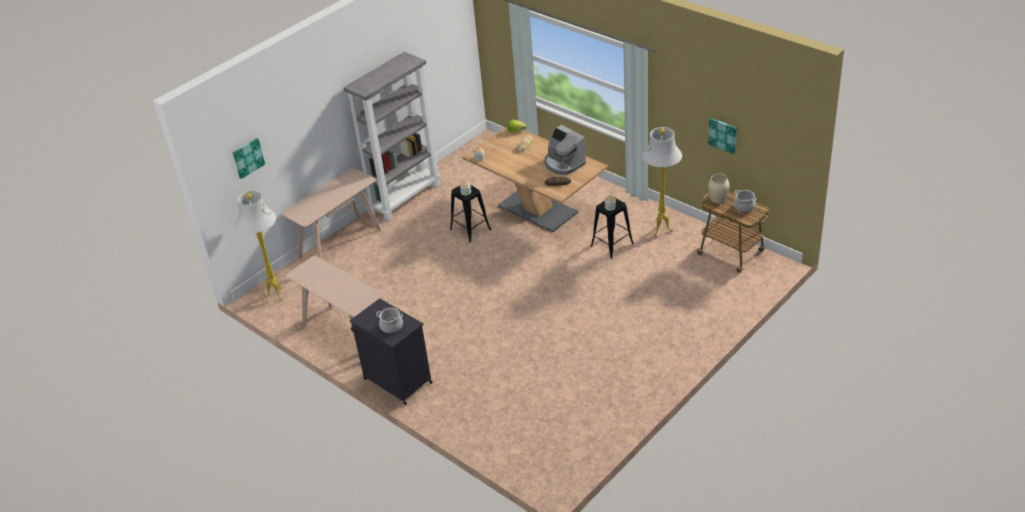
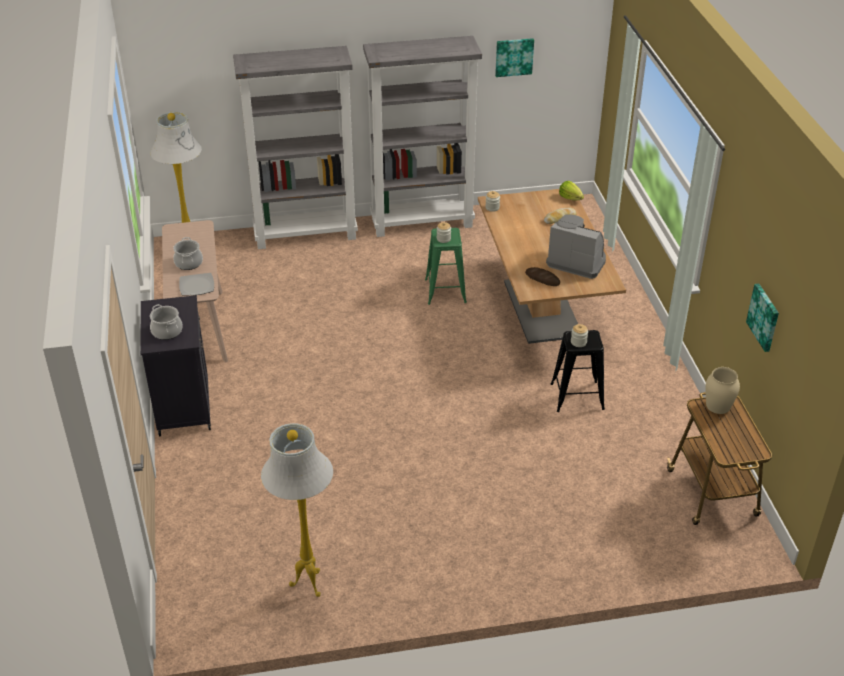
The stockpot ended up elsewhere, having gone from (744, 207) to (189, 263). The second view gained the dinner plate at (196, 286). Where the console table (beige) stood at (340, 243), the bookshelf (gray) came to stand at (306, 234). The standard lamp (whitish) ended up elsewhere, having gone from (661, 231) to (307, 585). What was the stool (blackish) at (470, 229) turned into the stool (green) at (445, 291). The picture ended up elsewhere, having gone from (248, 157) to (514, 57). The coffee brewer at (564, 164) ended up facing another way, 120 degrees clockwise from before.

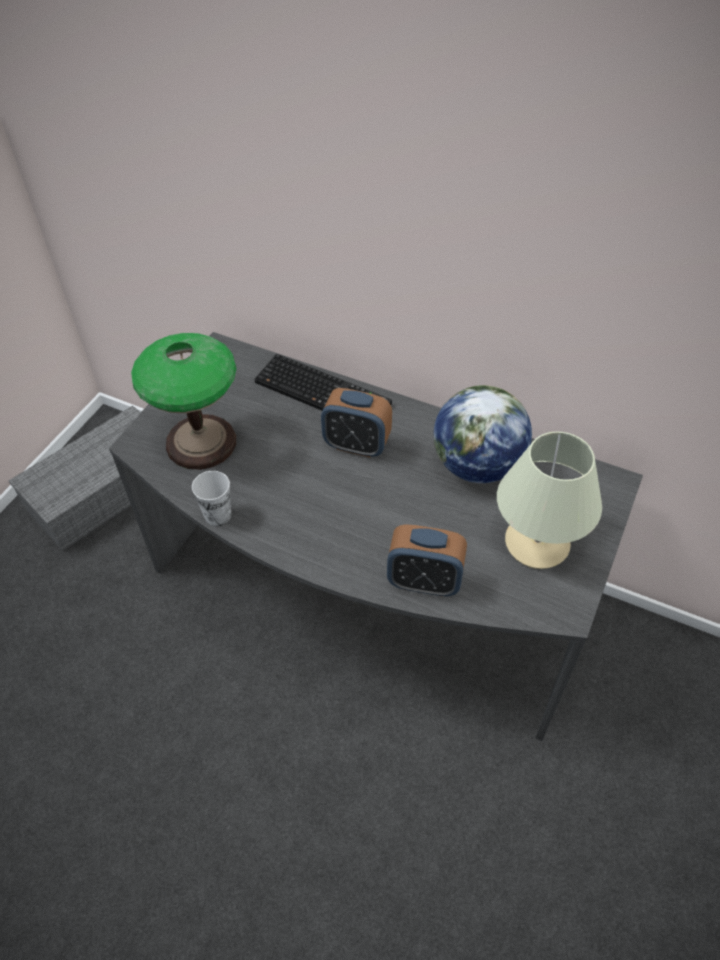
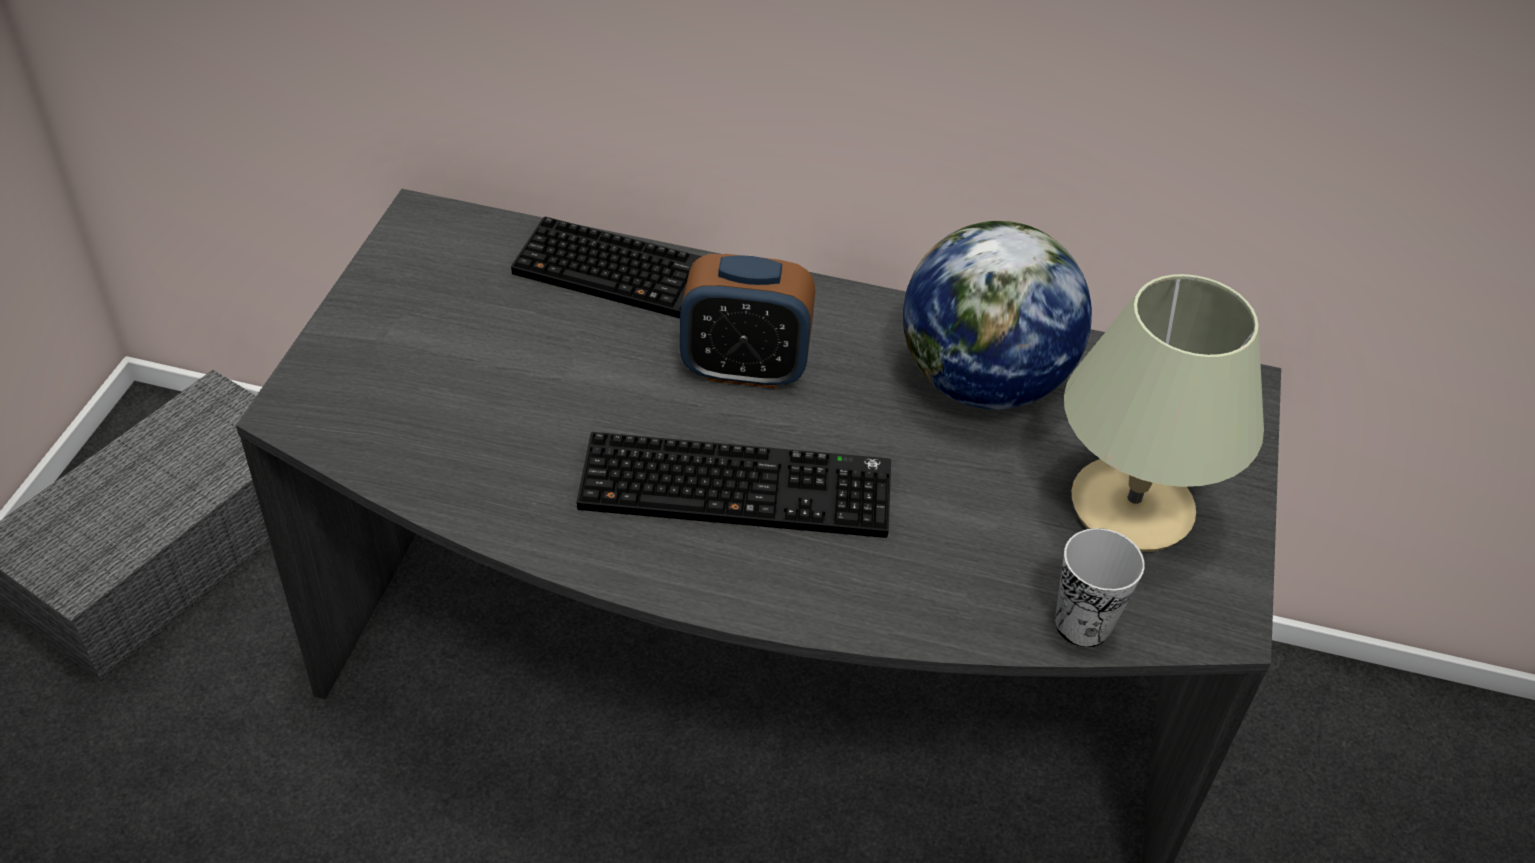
The second view gained the PC keyboard at (740, 485). The small cup ended up elsewhere, having gone from (218, 515) to (1082, 624). The second view lost the tabletop lamp at (200, 443). The second view lost the table clock at (424, 581).

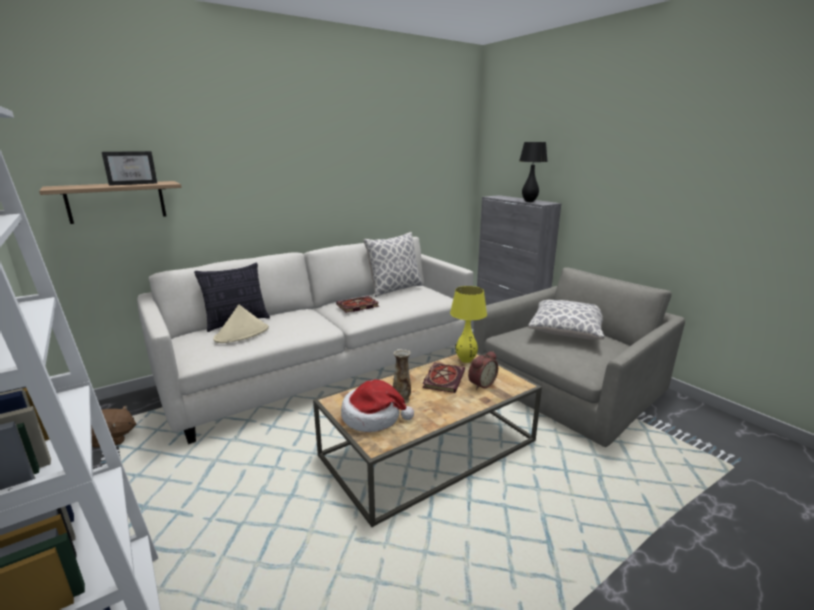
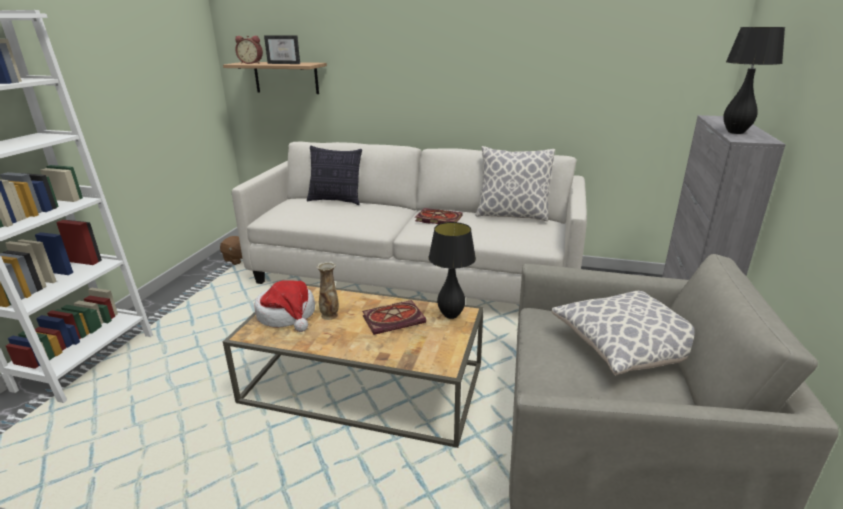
The table clock ended up elsewhere, having gone from (480, 384) to (251, 63). What was the tabletop lamp (yellow) at (466, 360) turned into the tabletop lamp (blackish) at (450, 315). The second view lost the clothing hat (beige) at (242, 334).

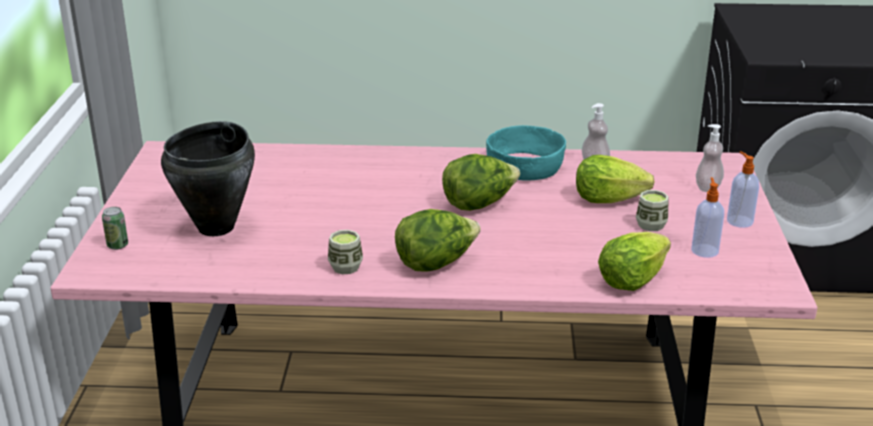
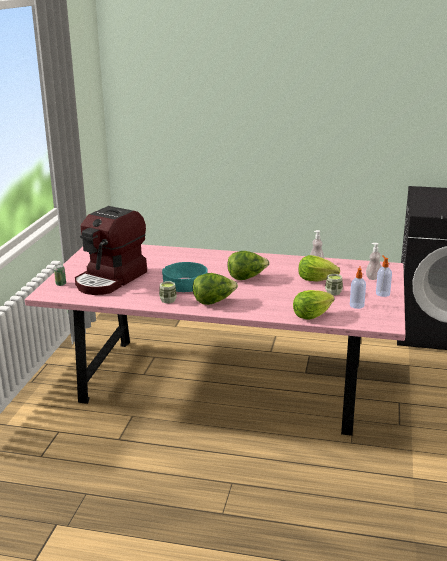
Where the stockpot (blackish) stood at (217, 227), the coffee brewer came to stand at (111, 279). The serving bowl (turquoise-coloured) ended up elsewhere, having gone from (526, 167) to (185, 285).

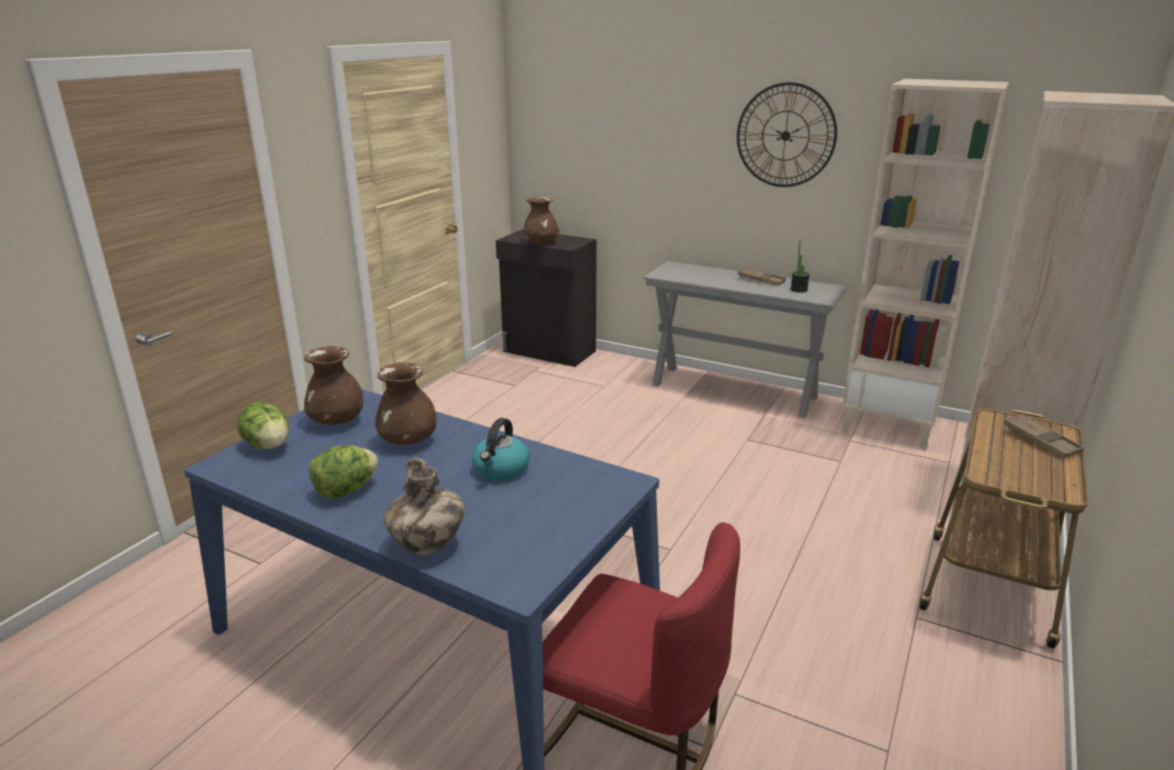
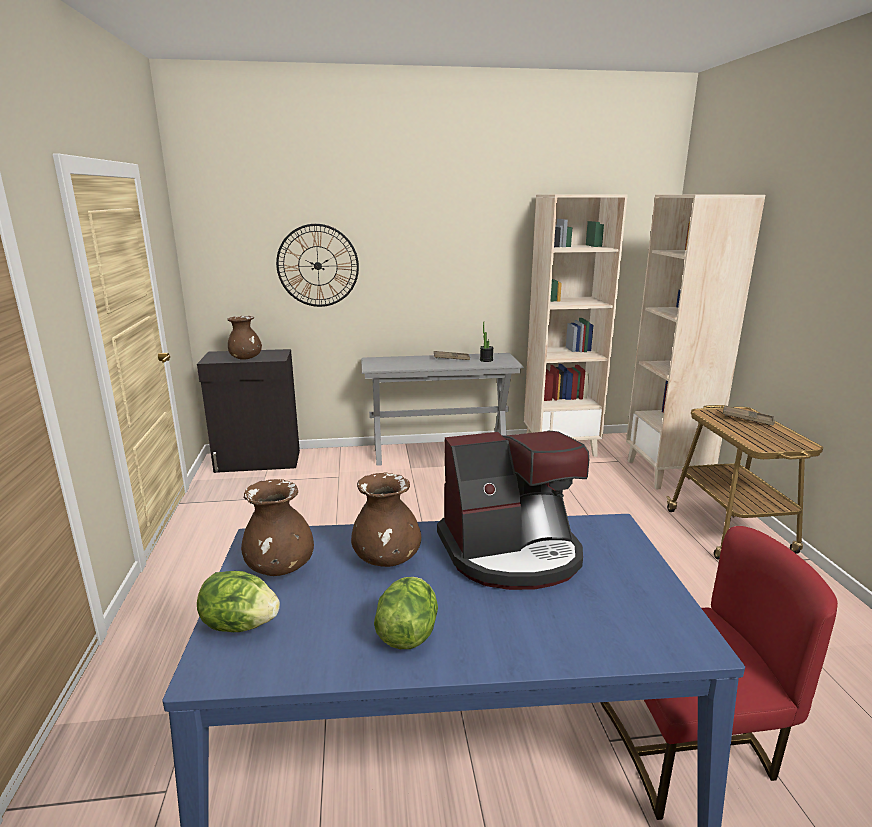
The hanging clock ended up elsewhere, having gone from (785, 135) to (318, 266). Where the tea kettle stood at (501, 470), the coffee brewer came to stand at (512, 553). The second view lost the flower vase at (427, 545).

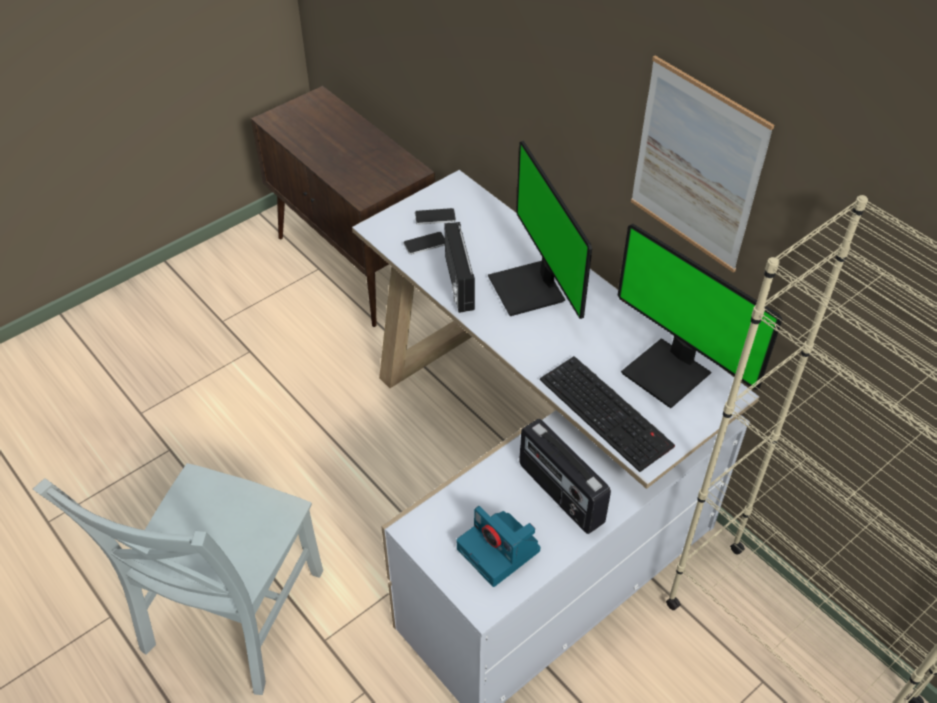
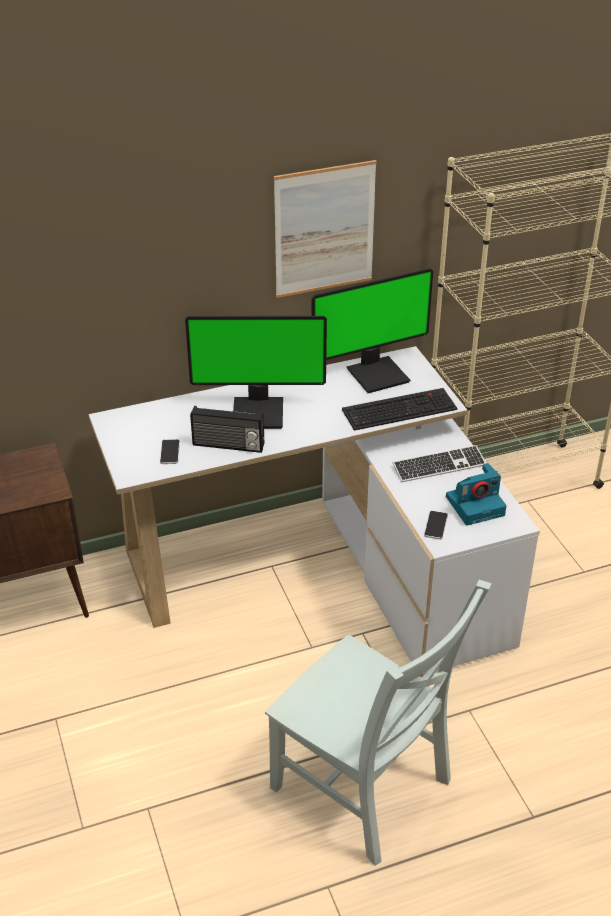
Where the radio stood at (559, 494), the PC keyboard came to stand at (439, 466). The handset ended up elsewhere, having gone from (435, 217) to (436, 525).

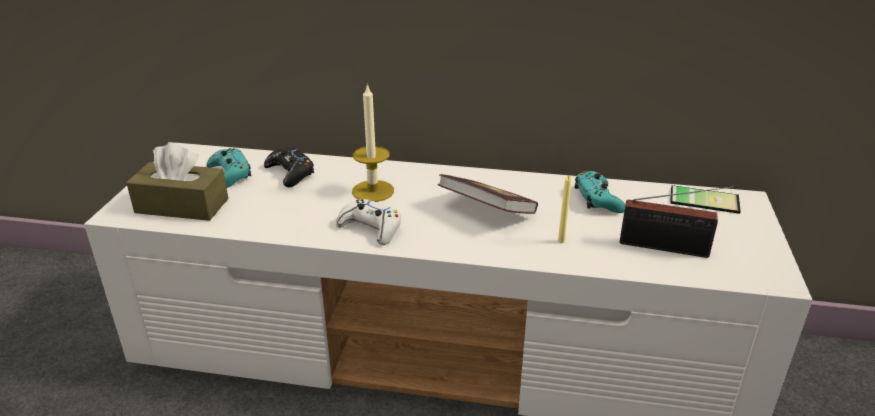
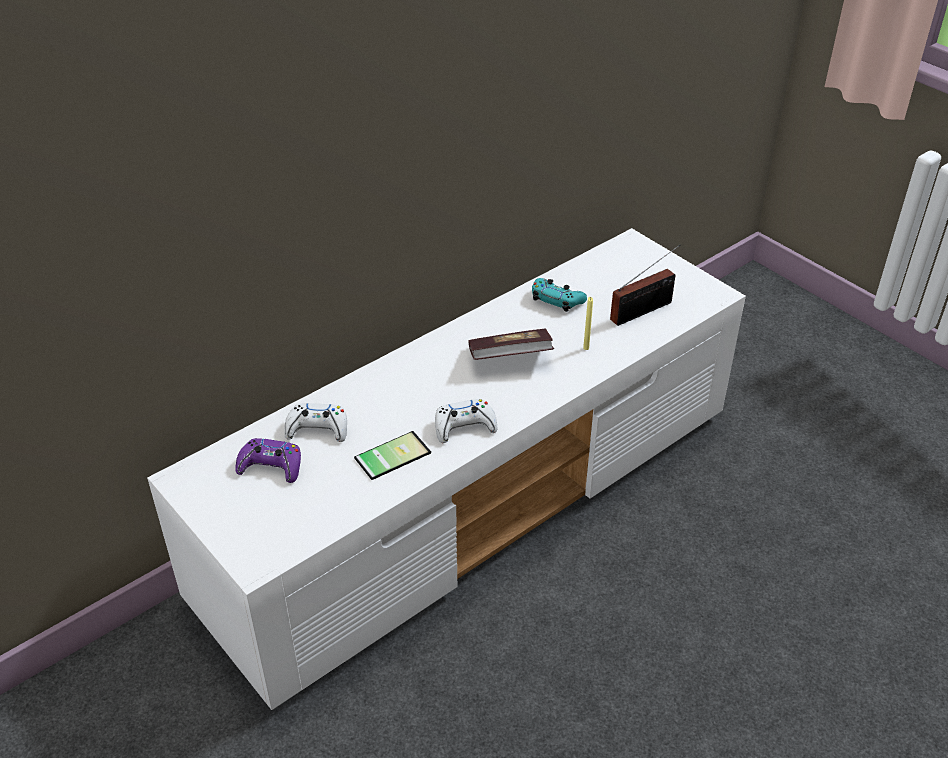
What was the game controller (turquoise-coloured) at (230, 174) turned into the game controller (purple-coloured) at (271, 466). What was the game controller (blackish) at (290, 173) turned into the game controller (whitish) at (317, 429). The handset ended up elsewhere, having gone from (704, 198) to (390, 453). The second view lost the tissue box (brown) at (182, 206). The second view lost the wax light at (373, 191).

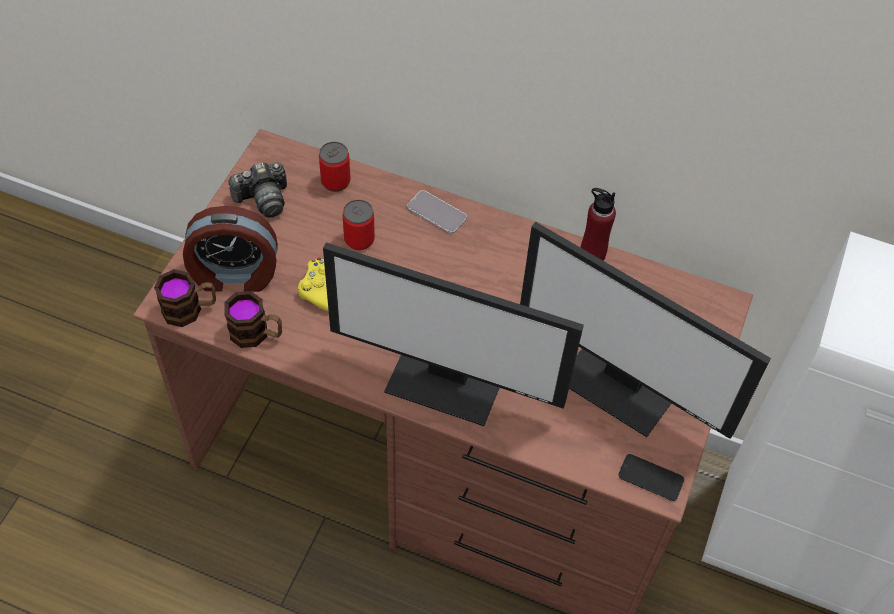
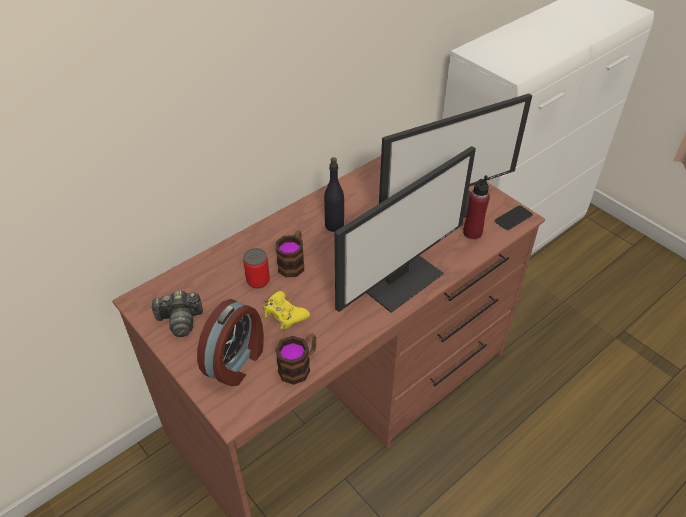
The still camera at (263, 199) ended up facing another way, 75 degrees clockwise from before. The tea mug ended up elsewhere, having gone from (190, 309) to (293, 263). The second view gained the bottle (blackish) at (334, 225). The bottle (red-coloured) ended up elsewhere, having gone from (592, 254) to (472, 233). The second view lost the can at (335, 181). The second view lost the handset at (436, 213).

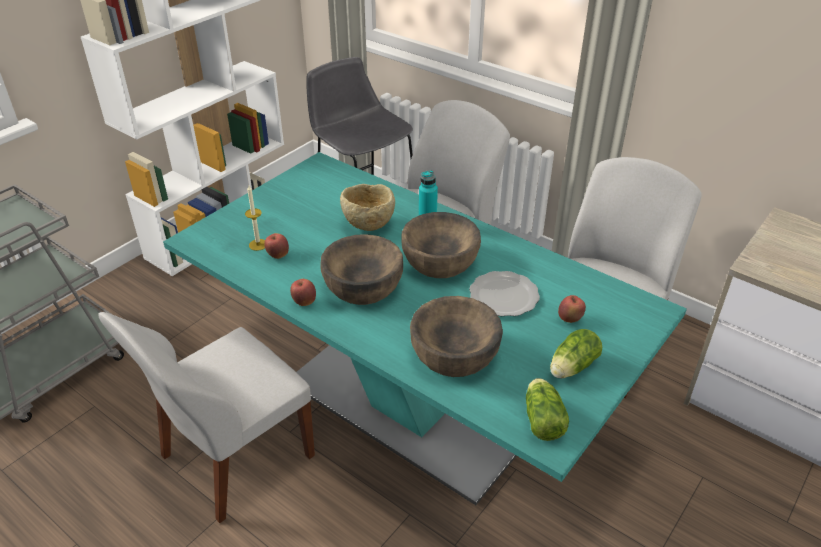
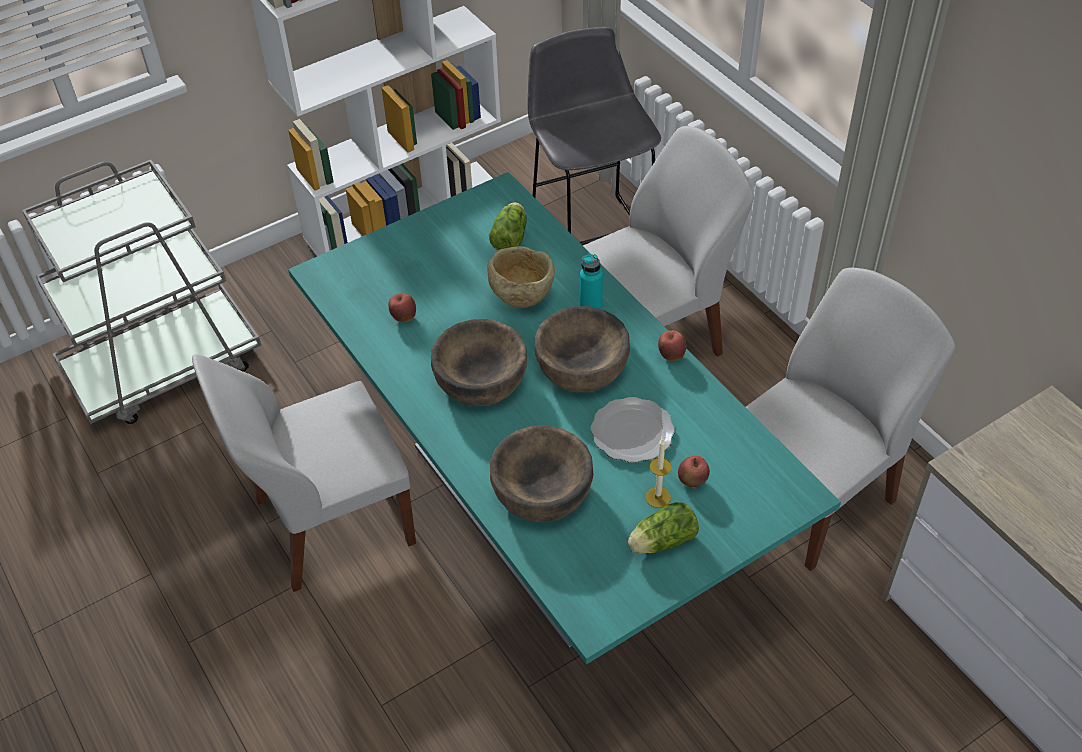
The lettuce ended up elsewhere, having gone from (542, 418) to (510, 236). The wax light ended up elsewhere, having gone from (258, 244) to (658, 497). The whole apple ended up elsewhere, having gone from (304, 302) to (671, 355).

